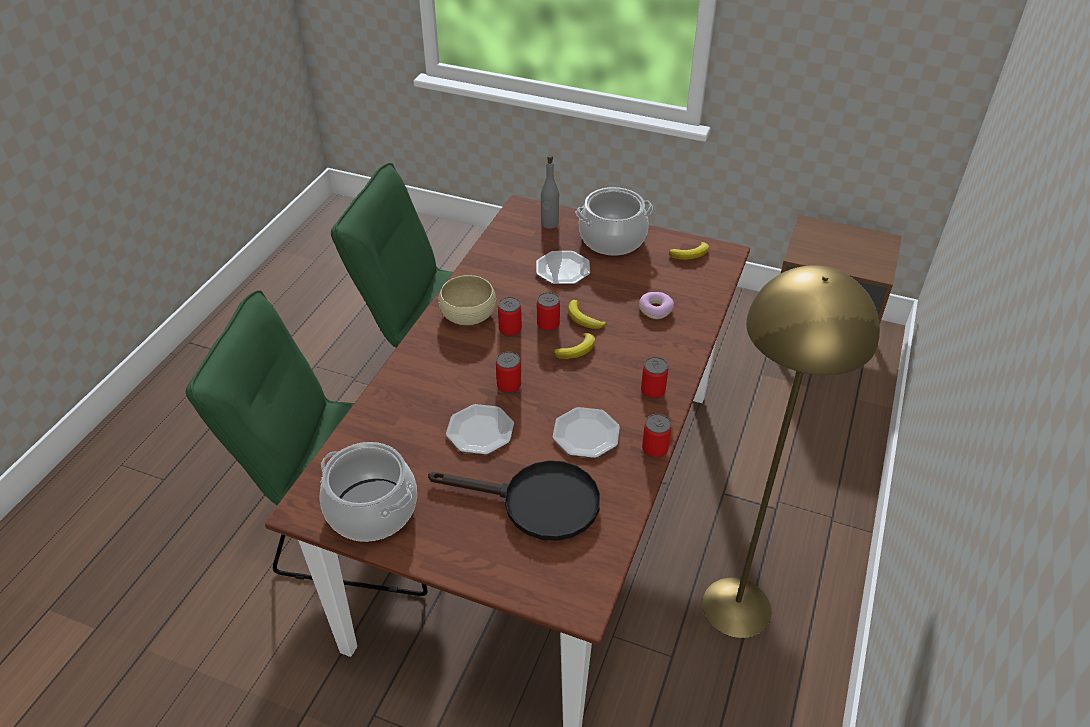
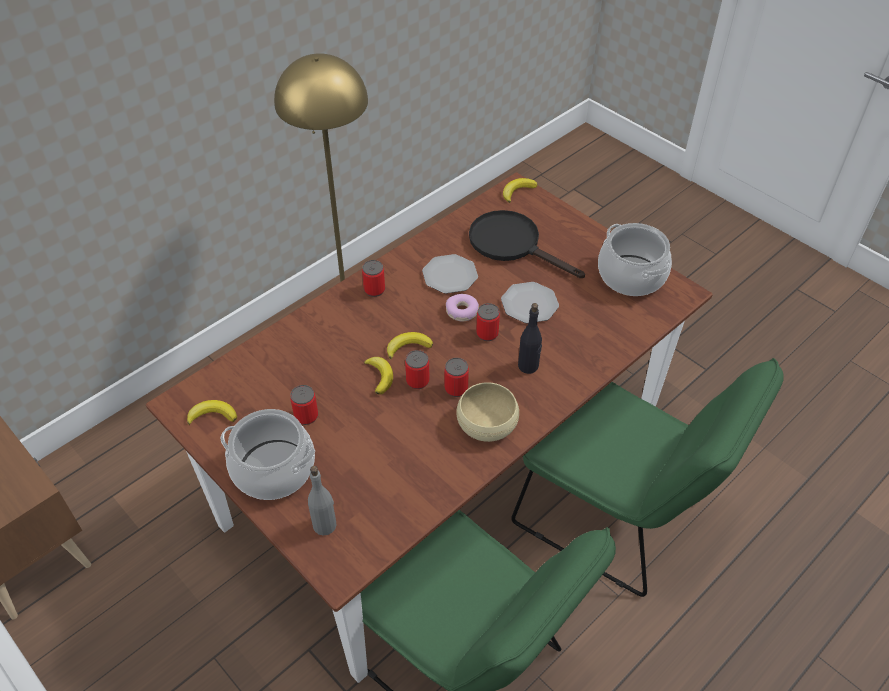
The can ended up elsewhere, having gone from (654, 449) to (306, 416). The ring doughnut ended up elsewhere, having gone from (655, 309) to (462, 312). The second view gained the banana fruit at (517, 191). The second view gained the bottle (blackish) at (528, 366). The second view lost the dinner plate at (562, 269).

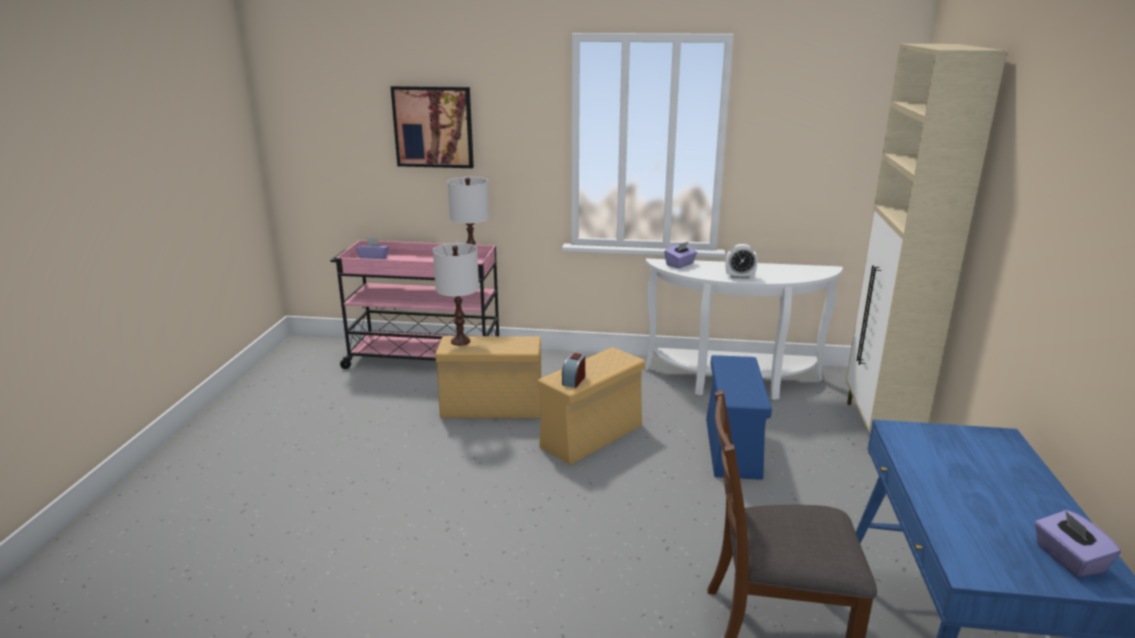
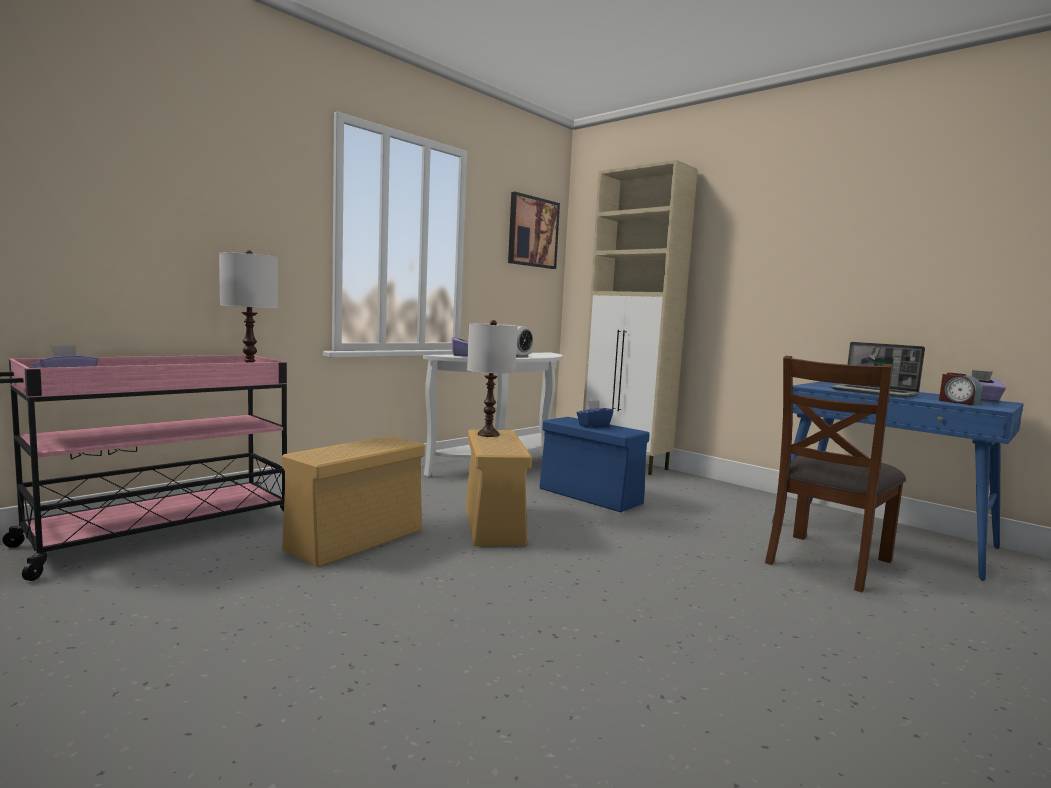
The tabletop lamp (whitish) ended up elsewhere, having gone from (460, 341) to (488, 434). The picture ended up elsewhere, having gone from (433, 127) to (532, 232). The second view gained the tissue box (blue) at (593, 425). The second view gained the notebook computer at (875, 392). The table clock ended up elsewhere, having gone from (573, 380) to (958, 402).

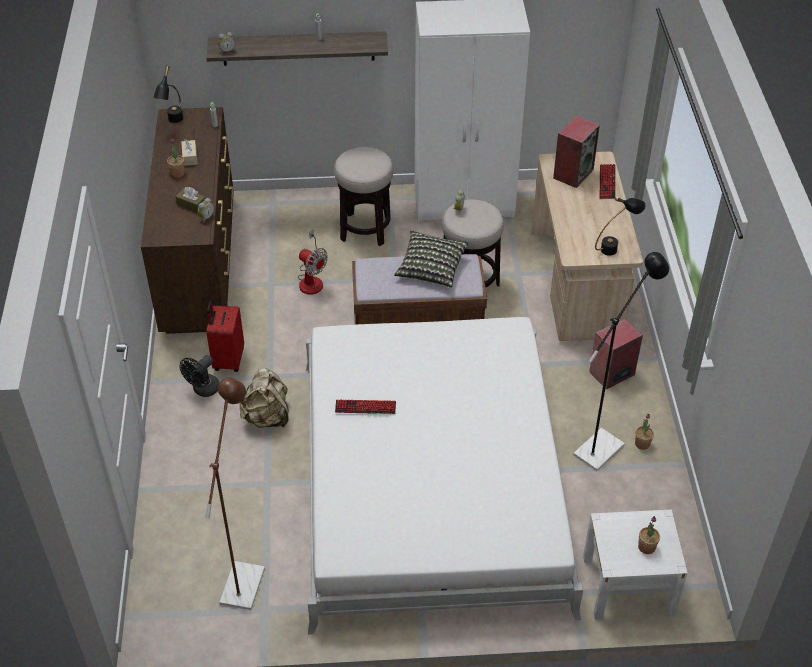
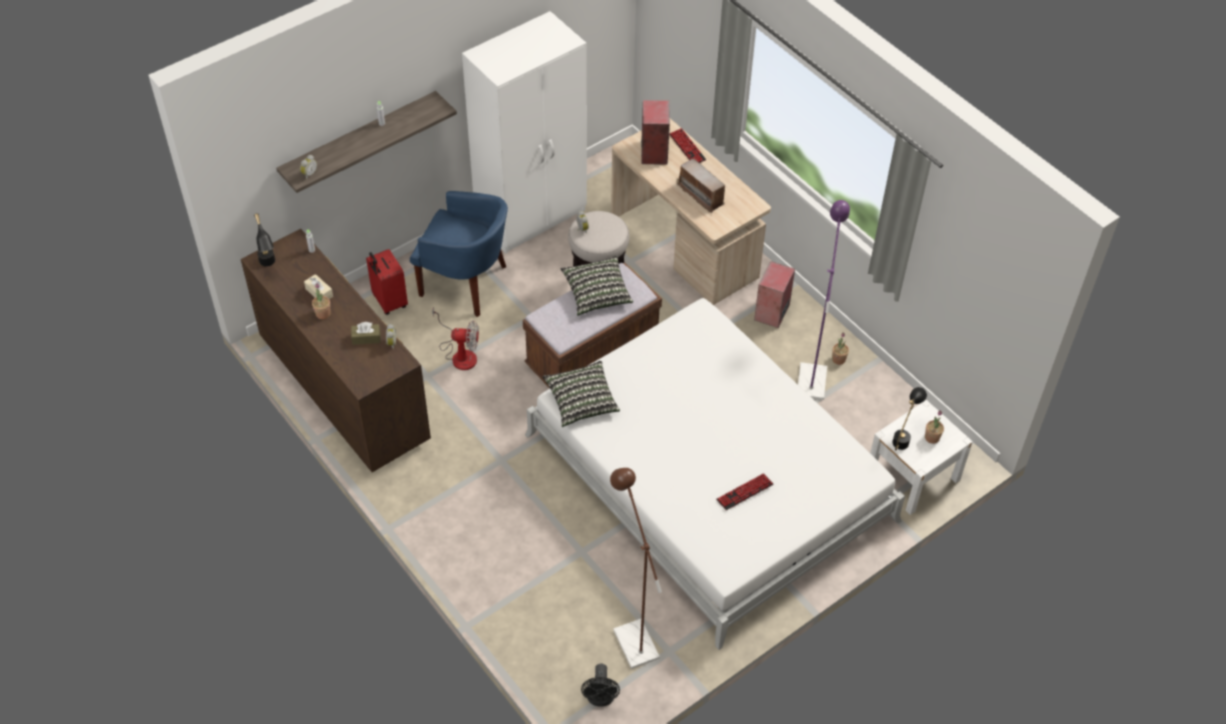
The travel case (red-coloured) ended up elsewhere, having gone from (228, 360) to (389, 302). Where the stool stood at (365, 229), the armchair (blue) came to stand at (466, 283). The second view gained the throw pillow at (581, 401). The electric fan (blackish) ended up elsewhere, having gone from (203, 390) to (600, 698). The second view gained the radio at (701, 195). The PC keyboard ended up elsewhere, having gone from (365, 407) to (744, 492). What was the standard lamp (blackish) at (604, 444) turned into the standard lamp (purple-coloured) at (812, 375). The tabletop lamp (blackish) ended up elsewhere, having gone from (615, 247) to (903, 437). The second view lost the knapsack (beige) at (267, 417).

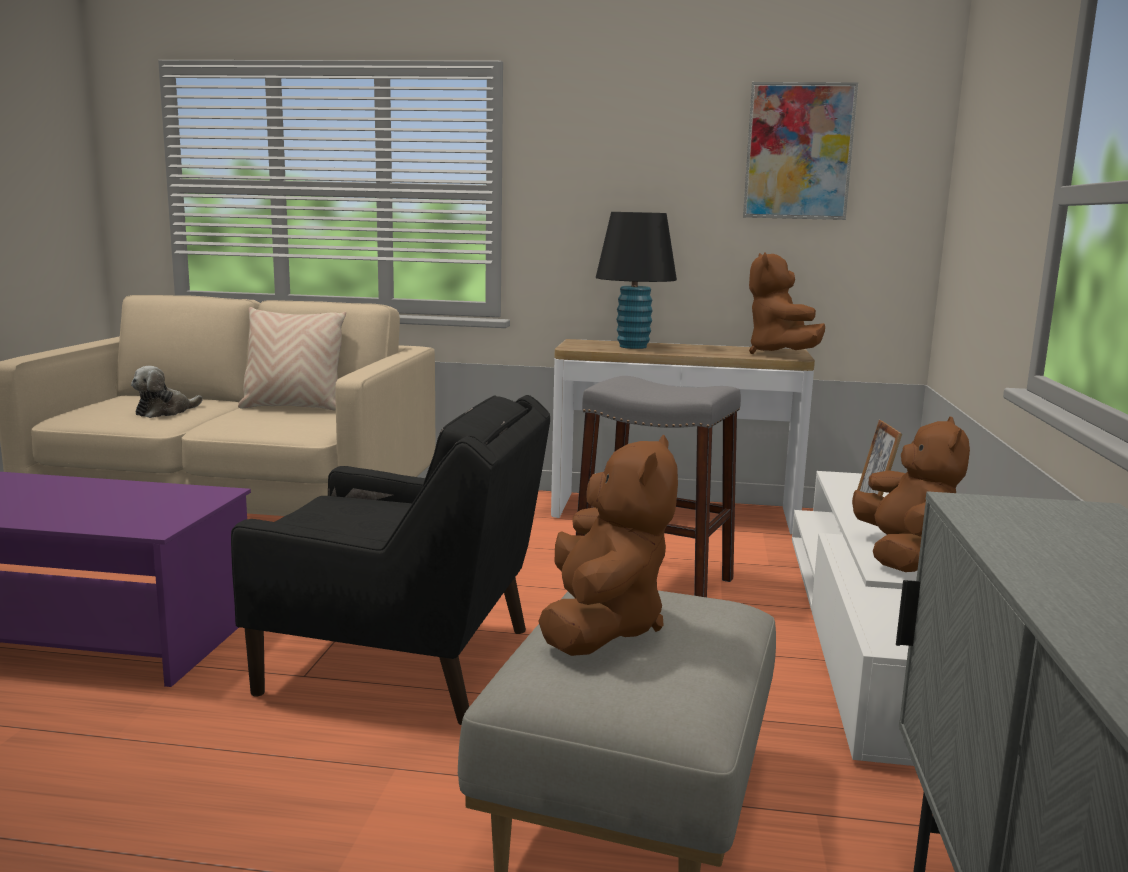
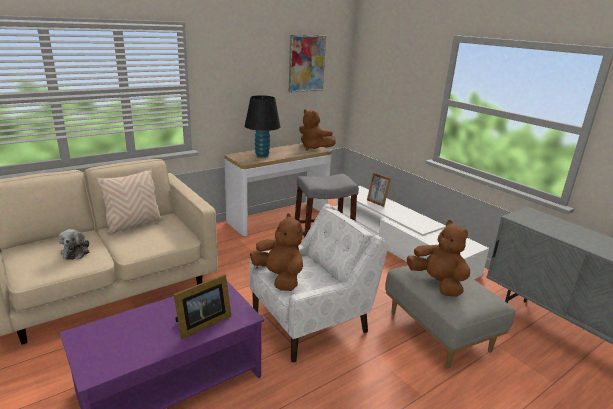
The second view gained the picture frame at (201, 324). What was the armchair (blackish) at (402, 662) turned into the armchair (whitish) at (311, 321). The cuddly toy (brown) ended up elsewhere, having gone from (903, 556) to (279, 278).

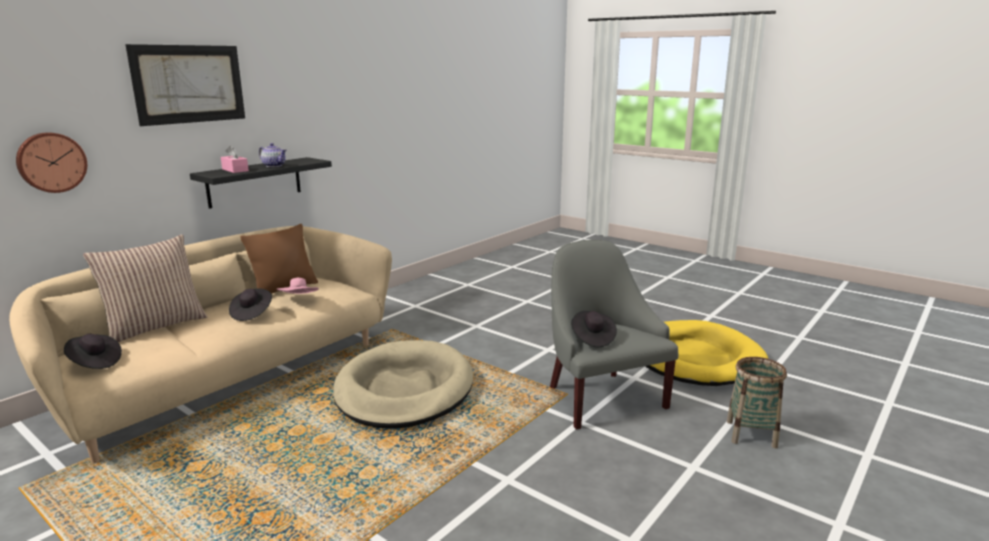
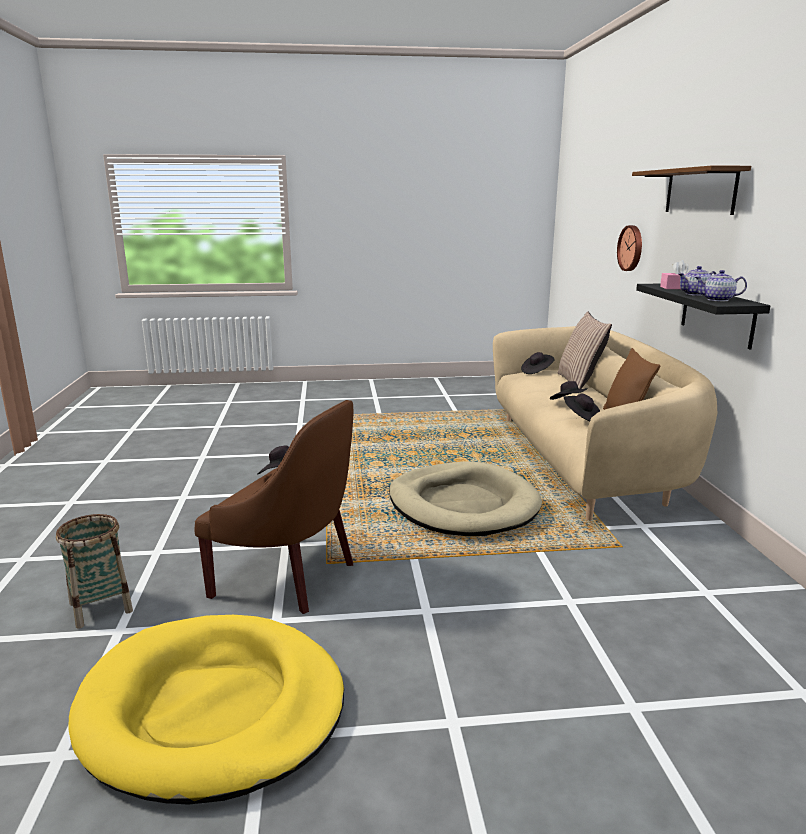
What was the armchair (gray) at (601, 397) turned into the armchair (brown) at (290, 576). What was the clothing hat (pink-coloured) at (299, 299) turned into the clothing hat (blackish) at (581, 418). Where the picture hung at (189, 84), the bracket shelf (brown) came to hang at (700, 191). The second view gained the pot for tea at (718, 300).

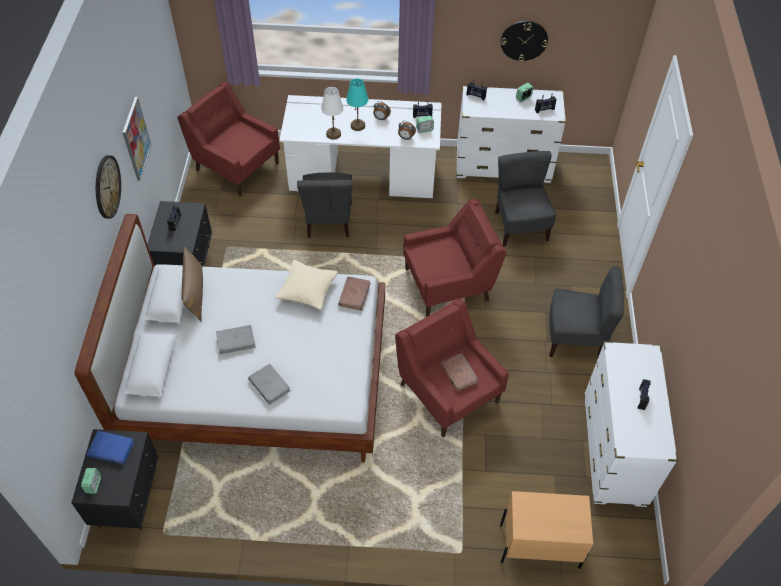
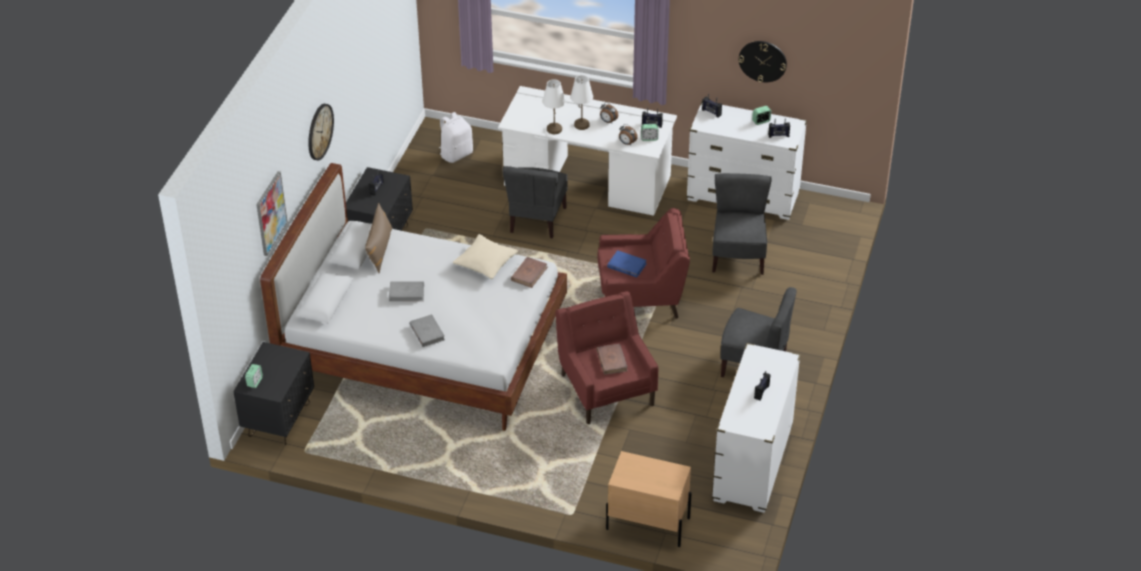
The picture ended up elsewhere, having gone from (136, 139) to (270, 213). Where the armchair (red-coloured) stood at (236, 166), the knapsack (whitish) came to stand at (456, 154). What was the tabletop lamp (turquoise-coloured) at (358, 125) turned into the tabletop lamp (whitish) at (582, 125). The book (blue) ended up elsewhere, having gone from (111, 449) to (626, 265).

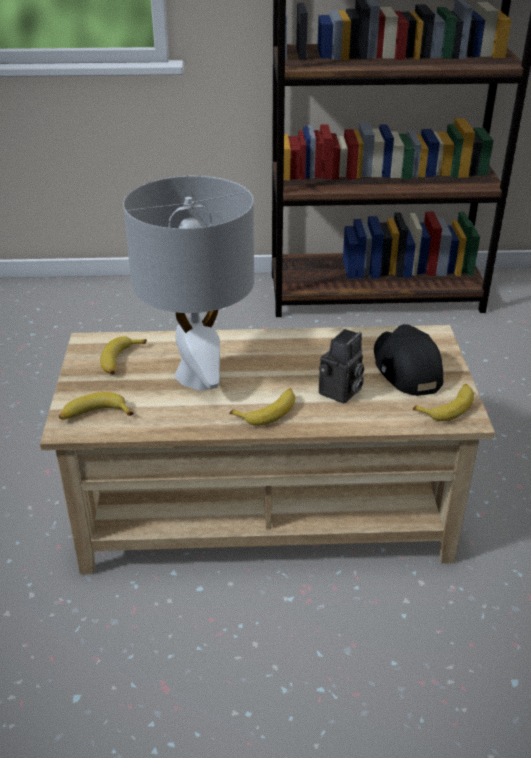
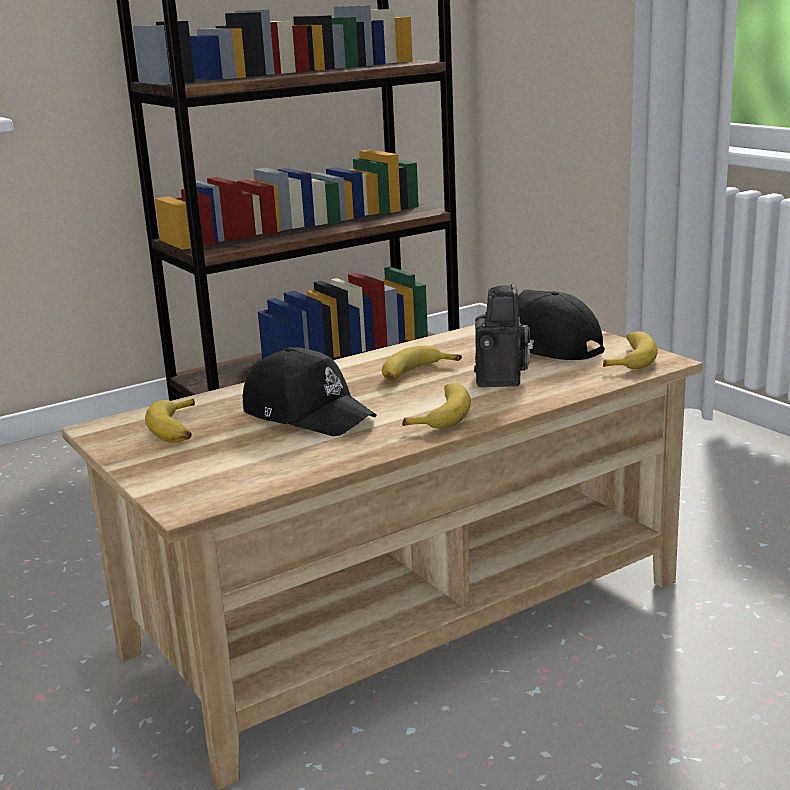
Where the tabletop lamp (gray) stood at (198, 376), the peaked cap (blackish) came to stand at (308, 414). The banana fruit ended up elsewhere, having gone from (95, 415) to (415, 373).

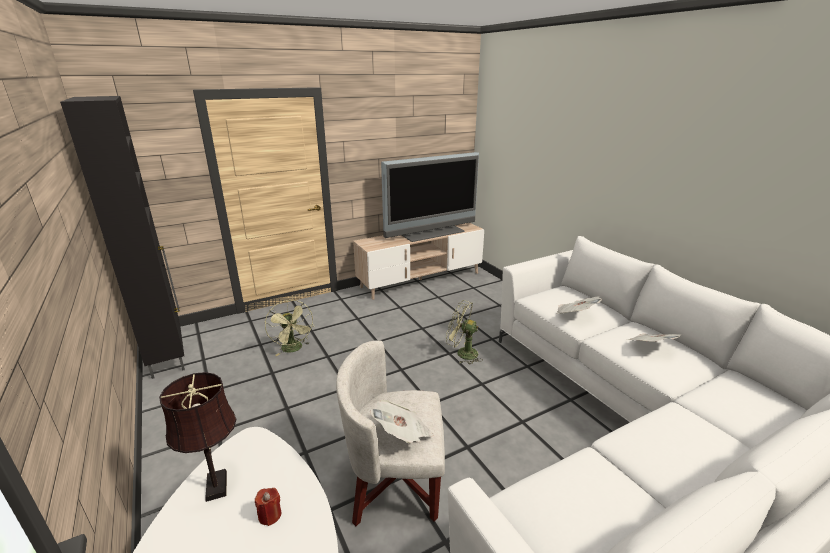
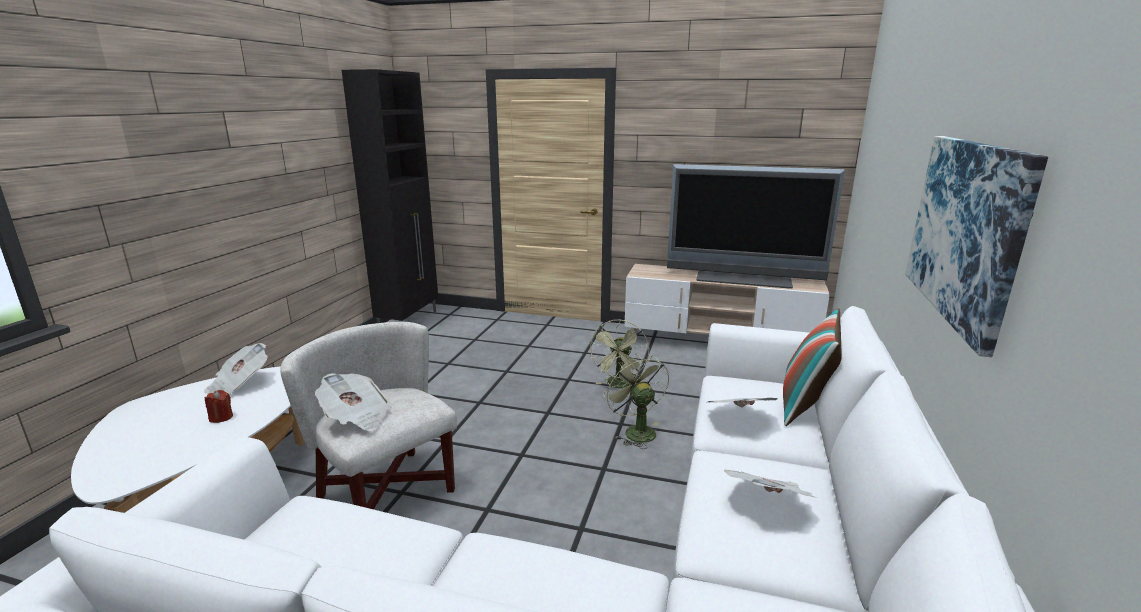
Where the tabletop lamp (brown) stood at (216, 482), the daily paper came to stand at (239, 384). The electric fan (green) ended up elsewhere, having gone from (294, 349) to (619, 385). The second view gained the throw pillow at (805, 406). The second view gained the picture at (966, 230).

